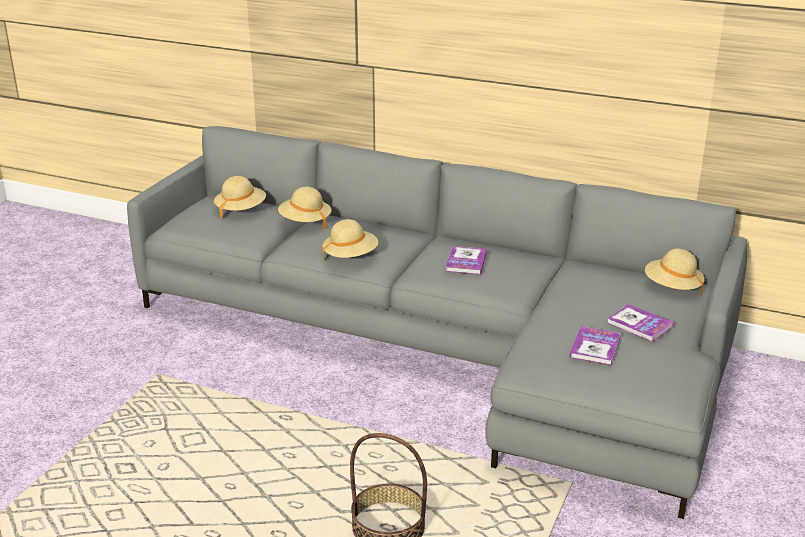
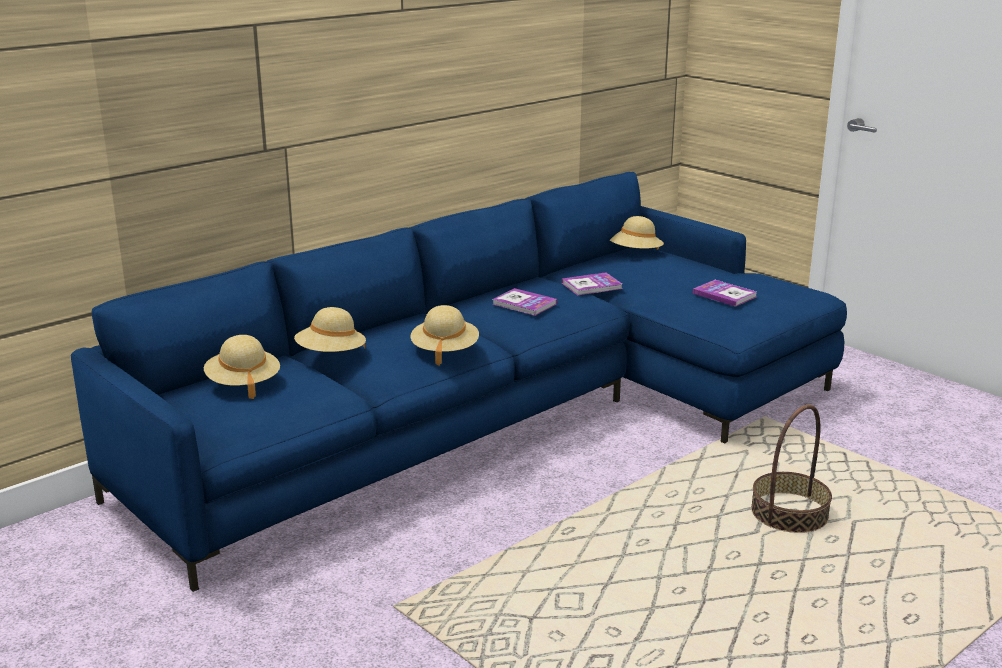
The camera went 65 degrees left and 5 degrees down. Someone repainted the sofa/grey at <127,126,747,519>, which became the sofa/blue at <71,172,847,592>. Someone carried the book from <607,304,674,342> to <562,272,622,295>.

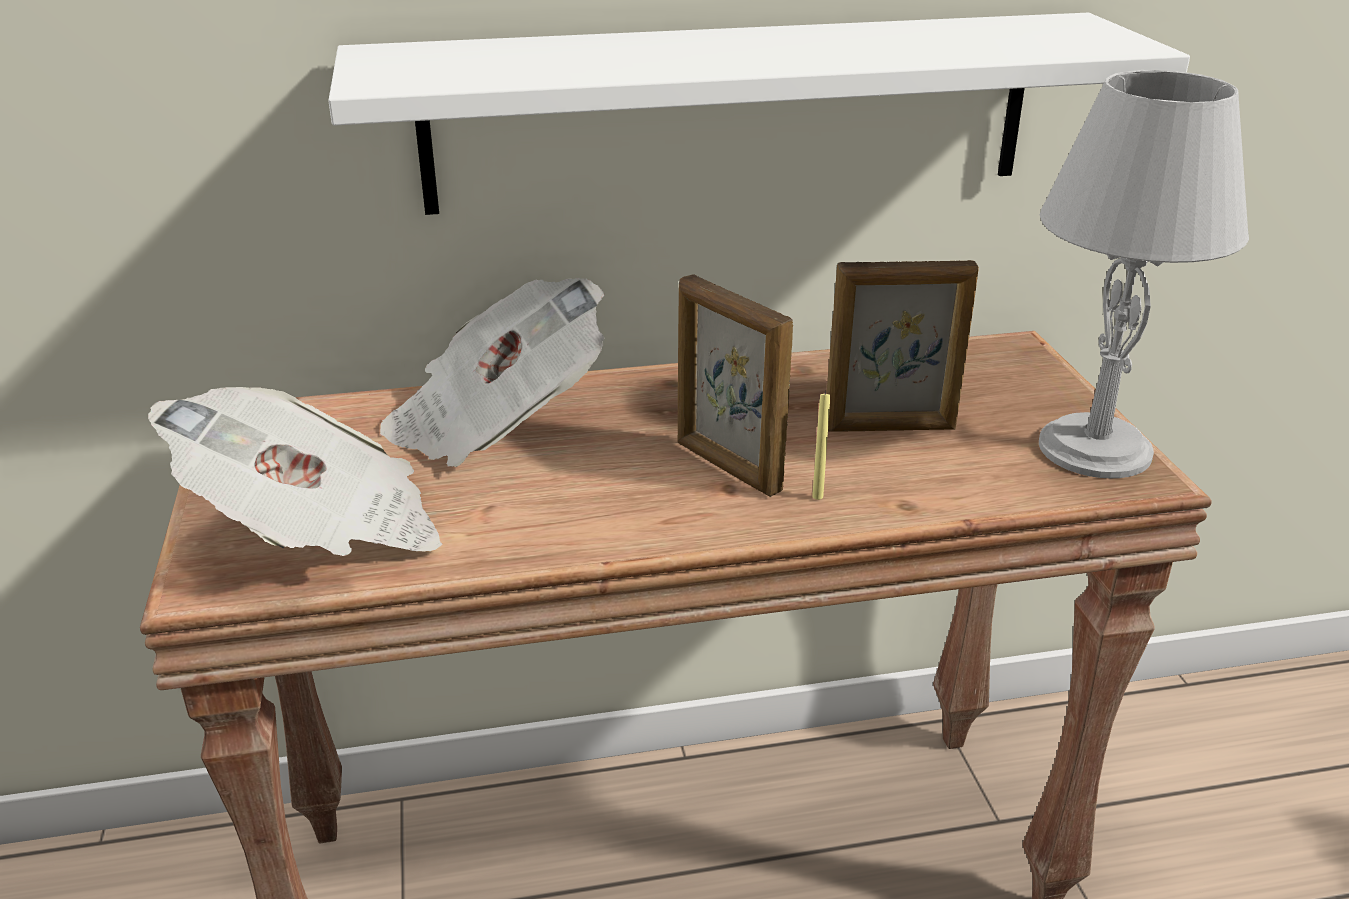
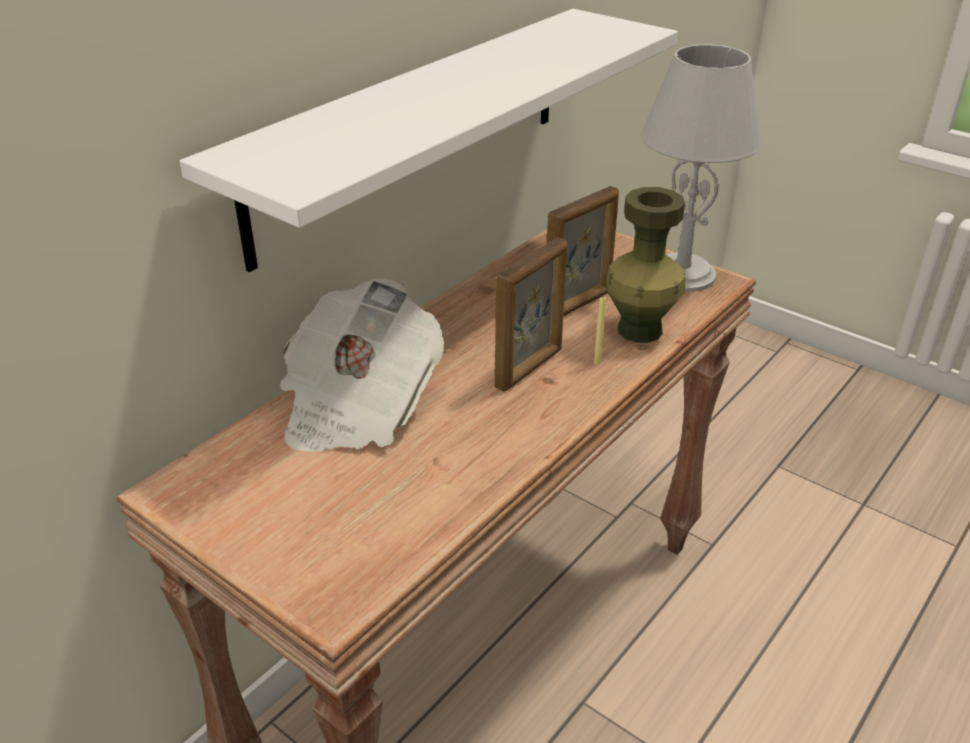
The camera went 40 degrees left and 5 degrees up. Someone rotated the picture frame at <677,274,793,497> by 60 degrees counterclockwise. Someone put down the vase/green at <606,187,685,343>. Someone took away the newspaper at <148,387,443,556>.

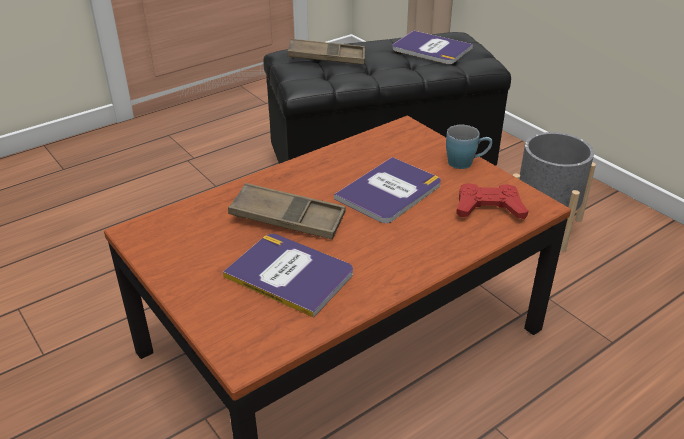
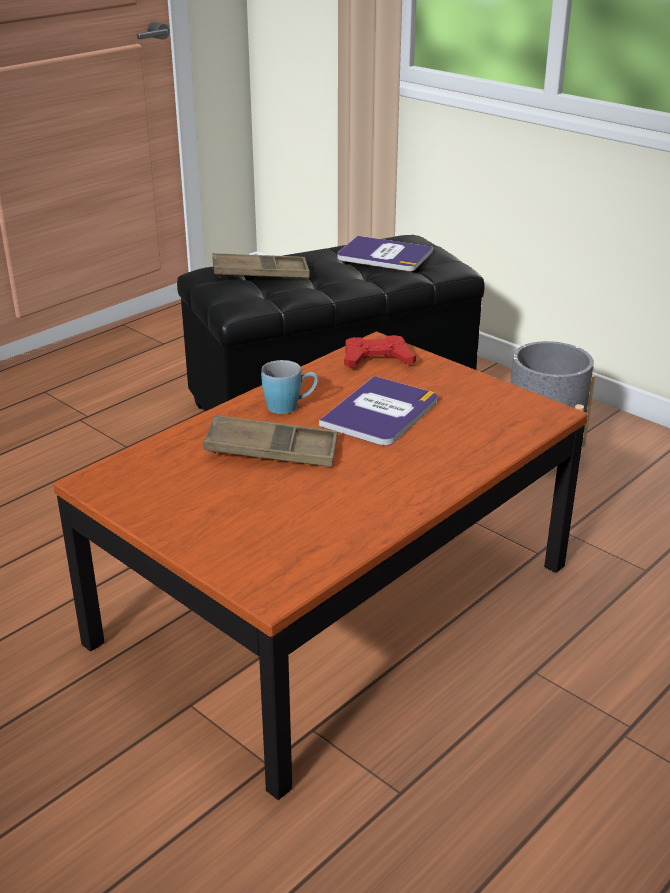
The camera went 10 degrees left and 5 degrees down. Someone carried the mug/blue from <446,125,492,169> to <261,360,318,414>. Someone carried the game controller/red from <456,183,528,219> to <344,335,416,367>. Someone took away the book at <223,234,353,318>.

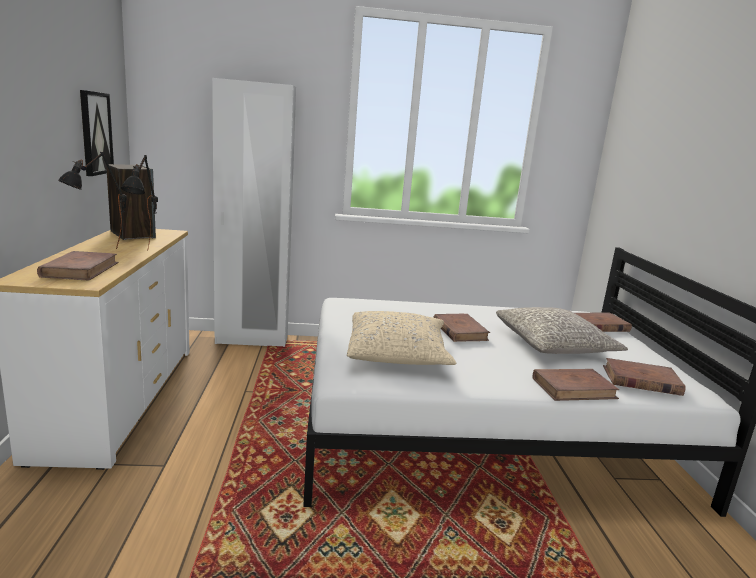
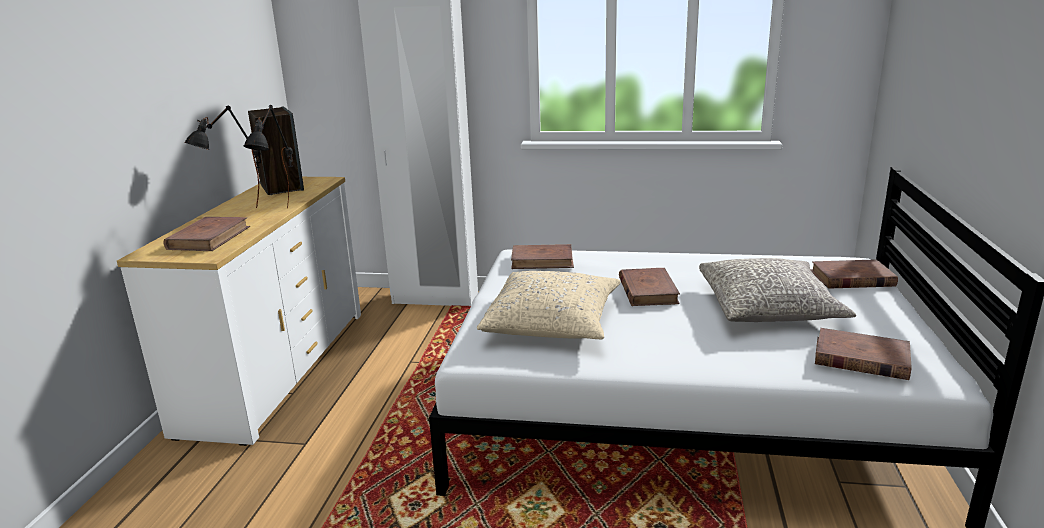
The camera went 15 degrees right and 5 degrees up. Someone carried the book/brown from <533,369,619,401> to <511,244,574,269>. Someone took away the picture at <80,90,114,176>.

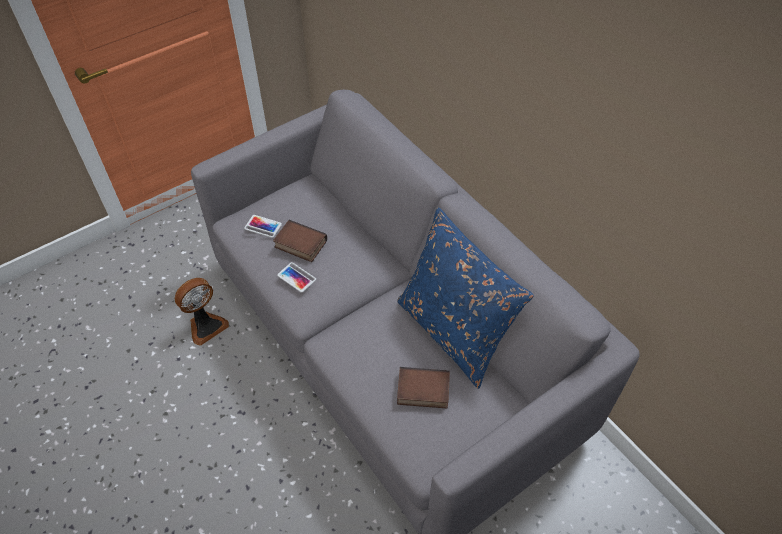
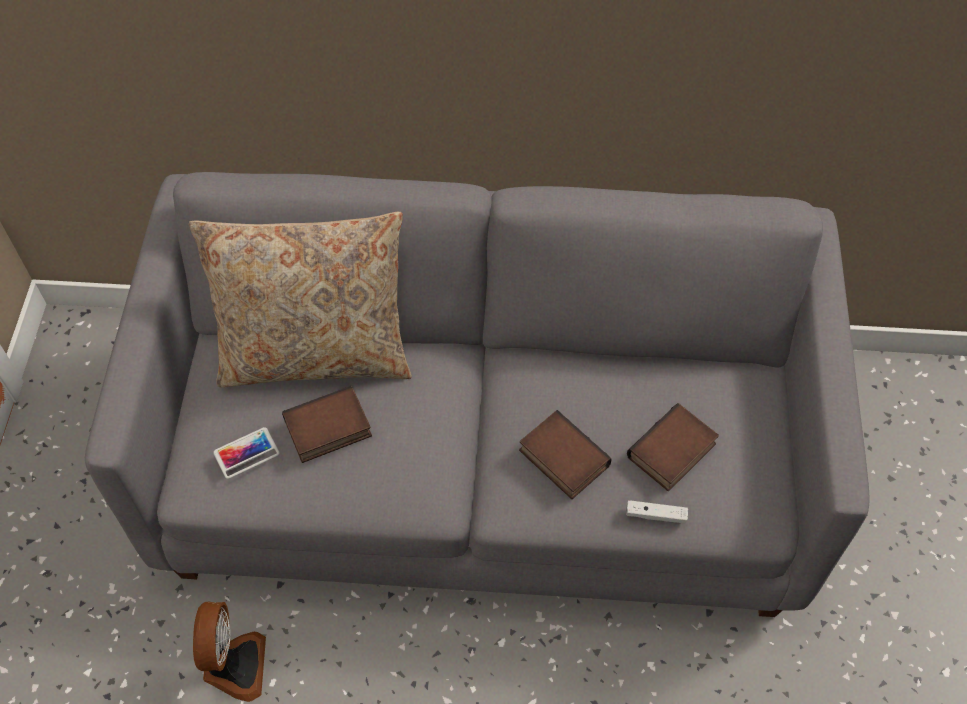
The camera went 50 degrees left and 5 degrees up. Someone put down the pillow/beige at <189,212,412,388>. Someone put down the book at <519,410,612,499>. Someone put down the game controller/white at <626,500,688,524>. Someone took away the phone at <277,262,316,293>. Someone took away the pillow/blue at <397,207,534,389>.

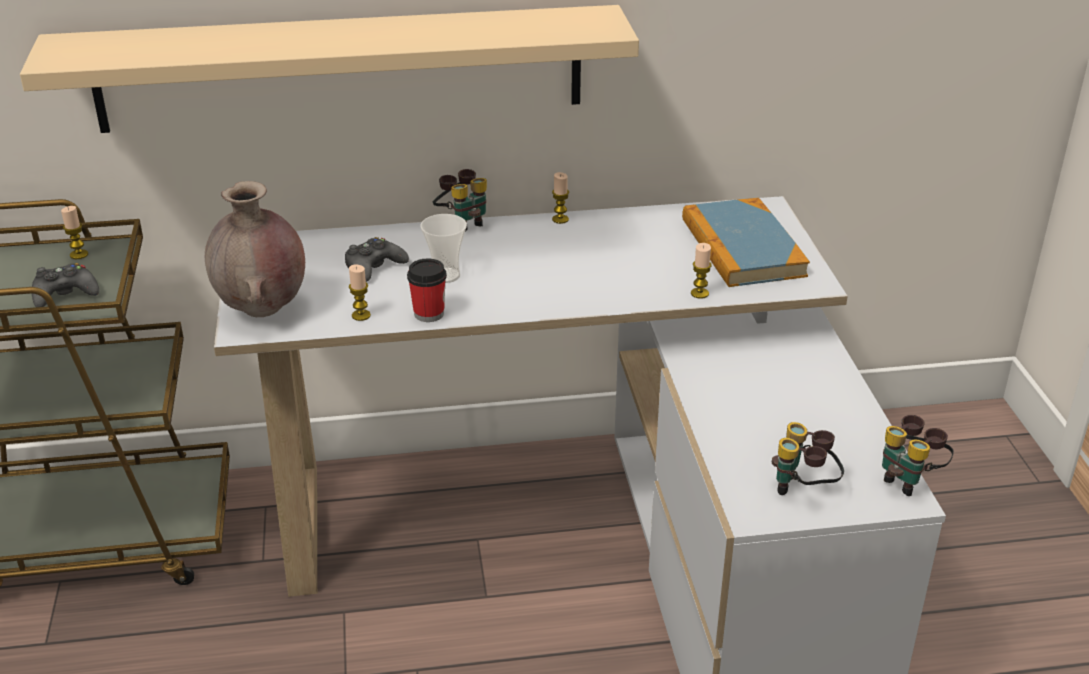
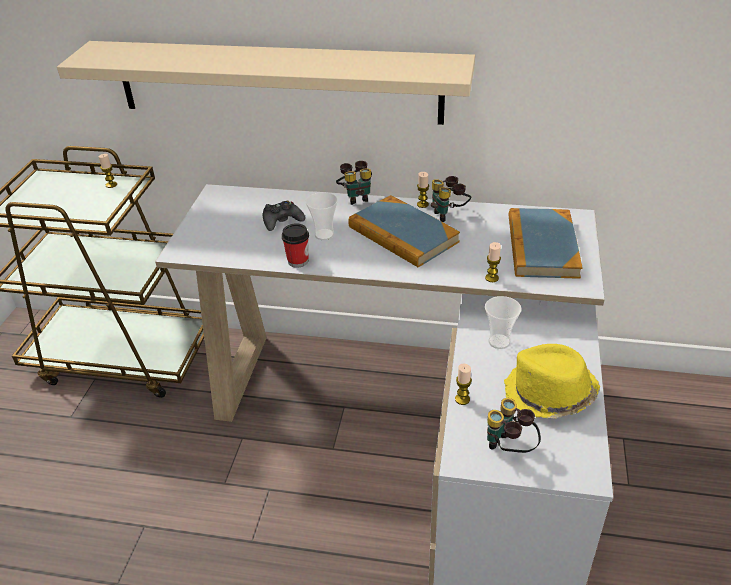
The camera went 20 degrees right and 5 degrees up. Someone put down the book at <348,195,460,268>. Someone carried the binoculars from <882,415,954,496> to <431,176,472,222>. Someone carried the candle from <349,265,371,321> to <455,364,472,405>. Someone put down the cup at <485,296,522,349>. Someone put down the hat/yellow at <504,344,600,418>. Someone took away the game controller/black at <32,263,99,307>. Someone took away the vase/brown at <205,181,305,317>.

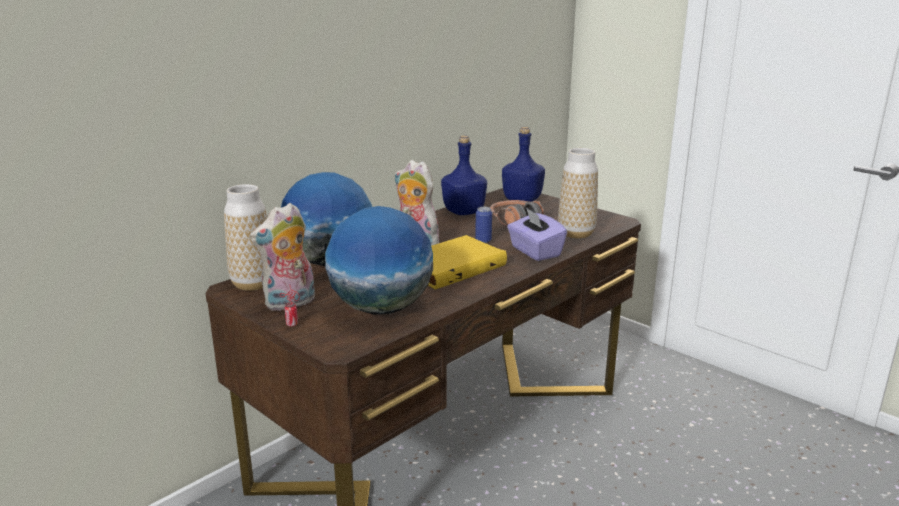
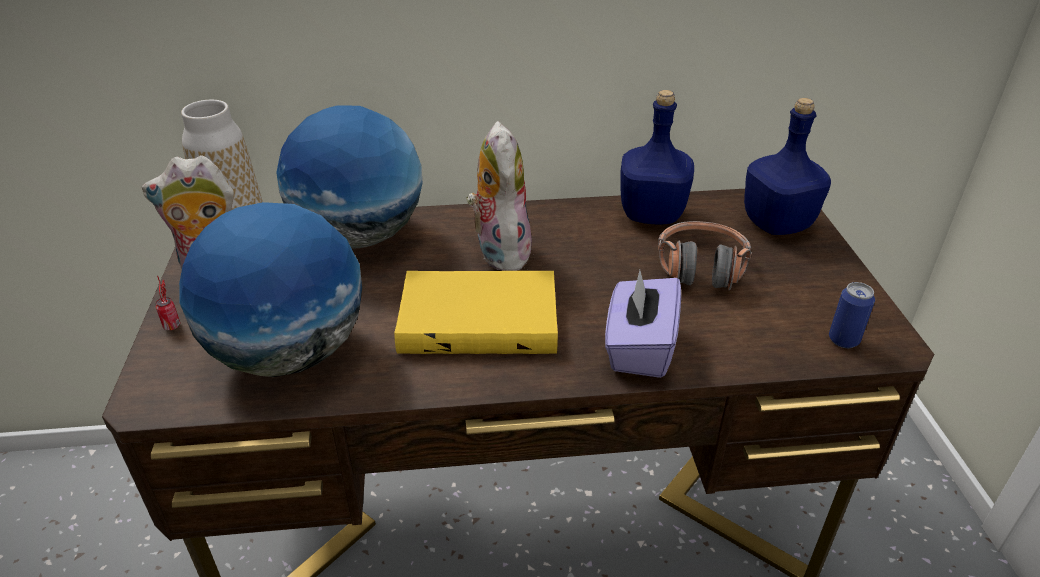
The camera went 40 degrees right and 15 degrees up. Someone carried the can from <475,207,492,243> to <829,282,875,348>. Someone took away the vase at <558,148,598,239>.

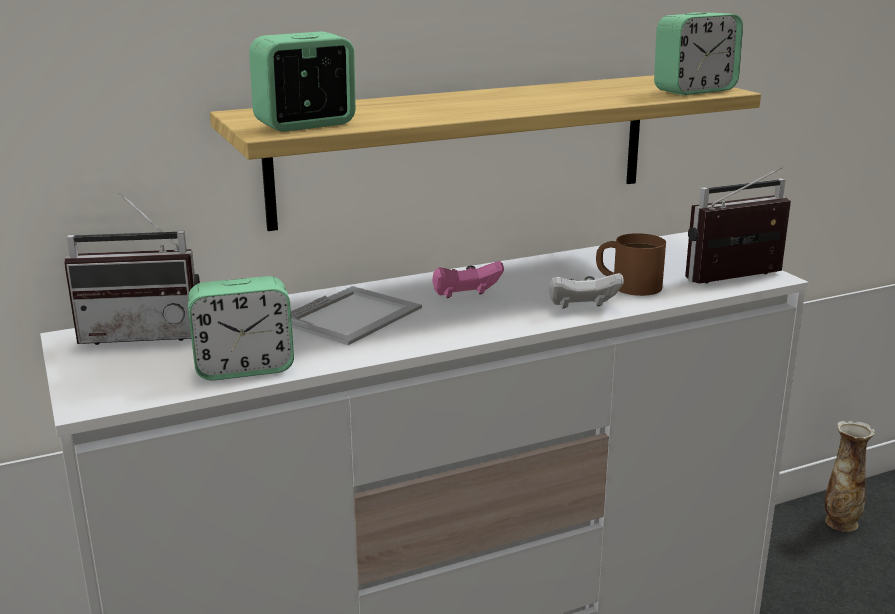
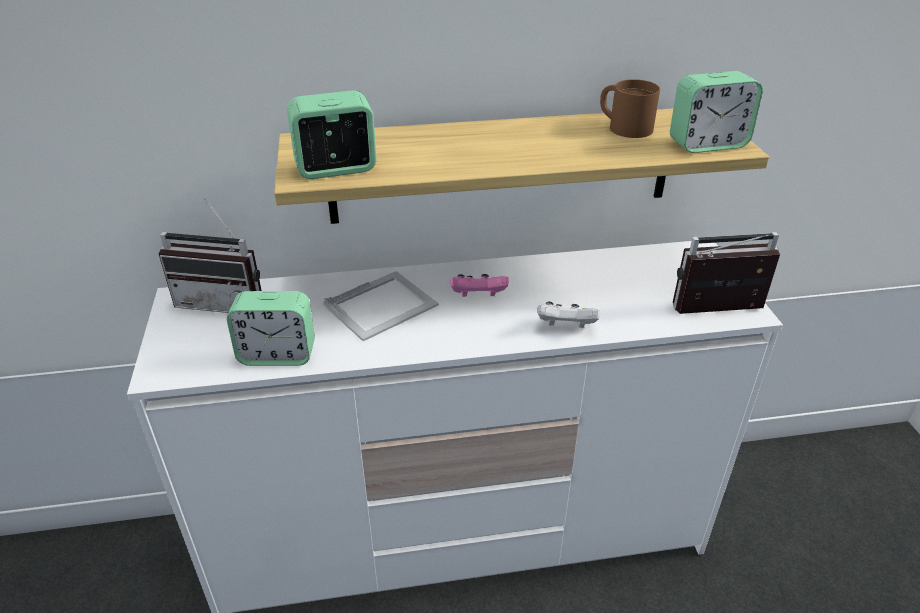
The camera went 15 degrees right and 15 degrees up. Someone carried the mug/brown from <596,233,666,296> to <600,79,660,138>. Someone took away the vase at <825,421,875,532>.

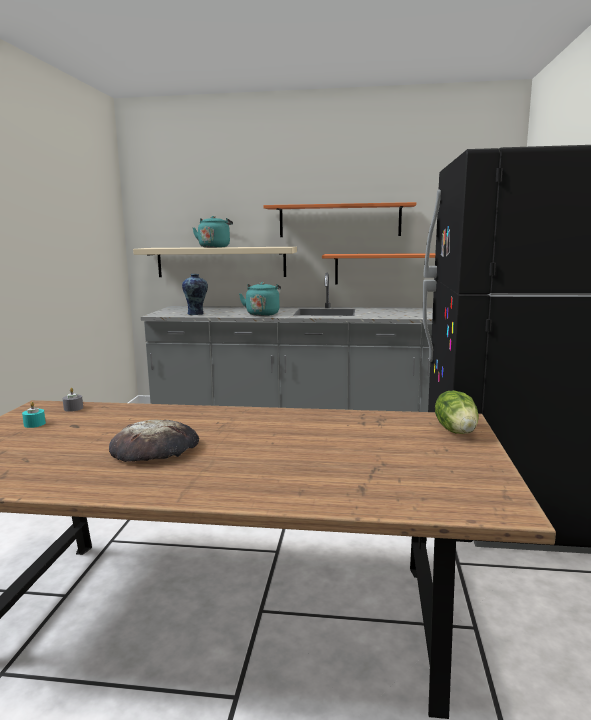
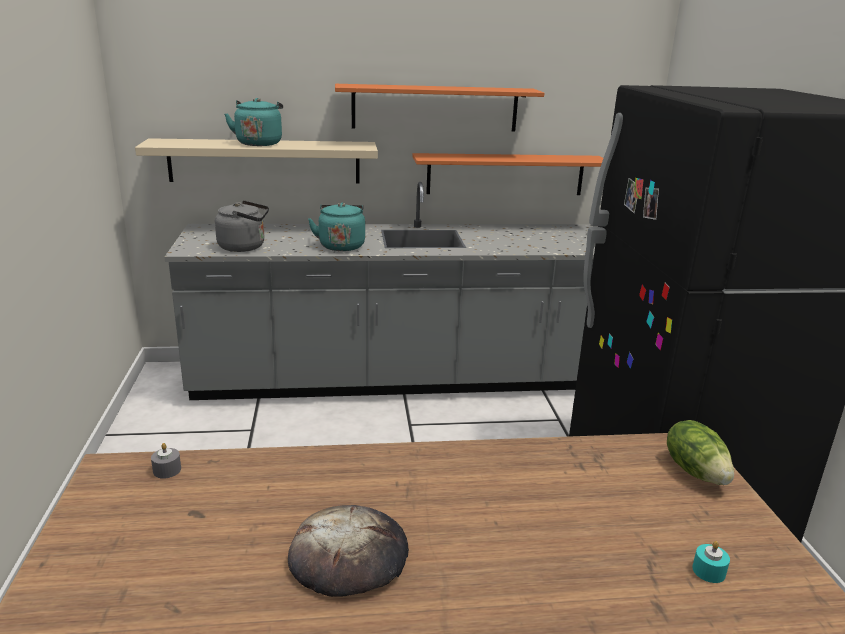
The camera went 15 degrees left and 10 degrees up. Someone swapped the vase at <182,274,208,315> for the kettle/grey at <215,200,269,252>. Someone carried the candle/turquoise from <22,402,46,428> to <692,541,730,583>.

